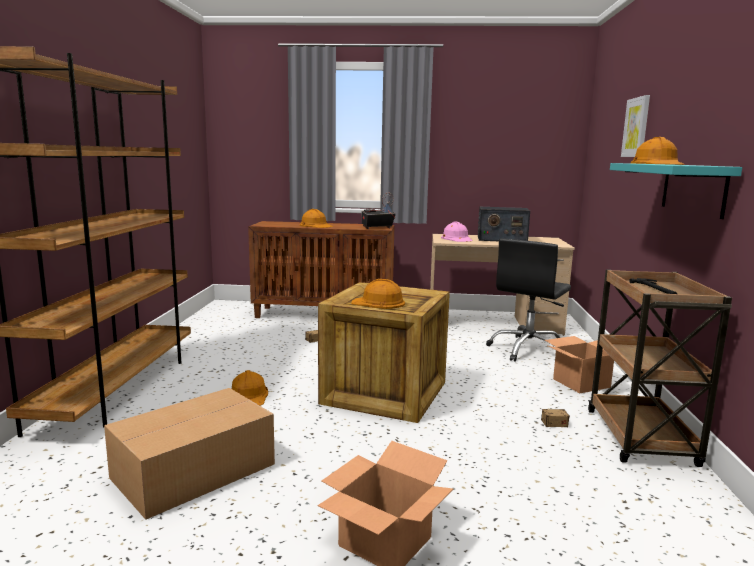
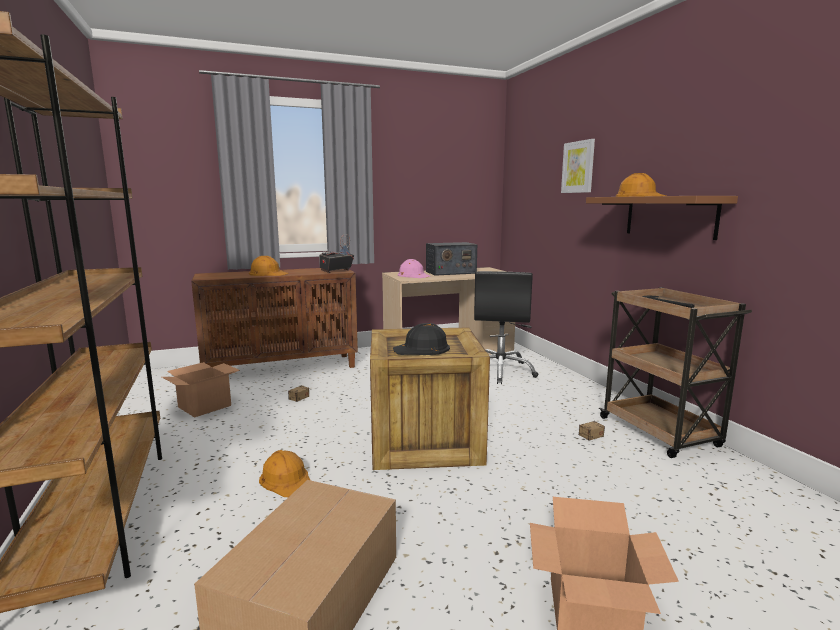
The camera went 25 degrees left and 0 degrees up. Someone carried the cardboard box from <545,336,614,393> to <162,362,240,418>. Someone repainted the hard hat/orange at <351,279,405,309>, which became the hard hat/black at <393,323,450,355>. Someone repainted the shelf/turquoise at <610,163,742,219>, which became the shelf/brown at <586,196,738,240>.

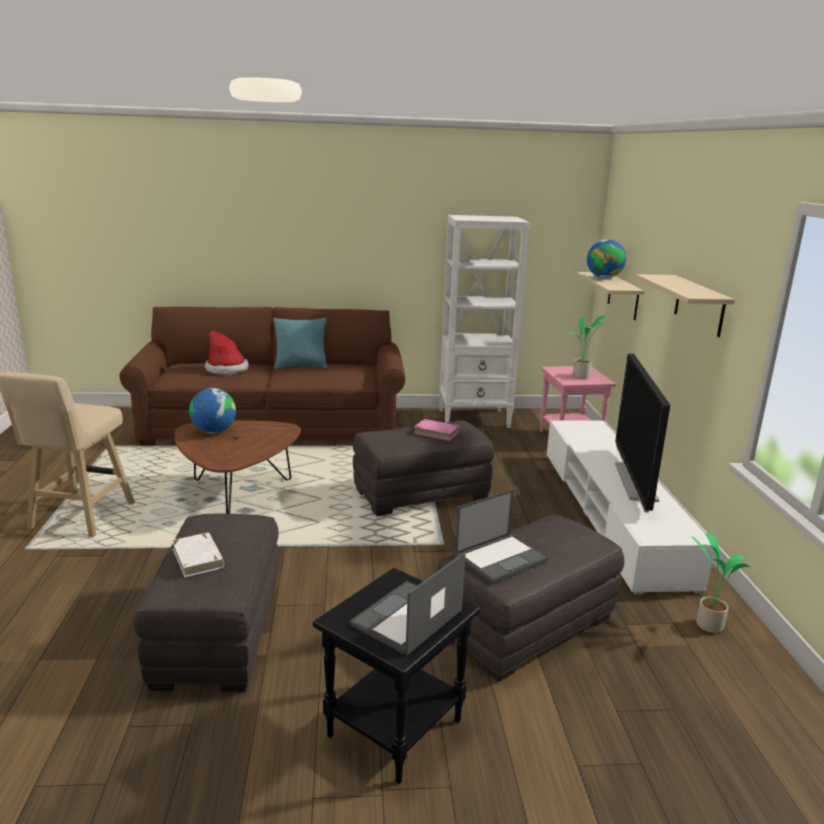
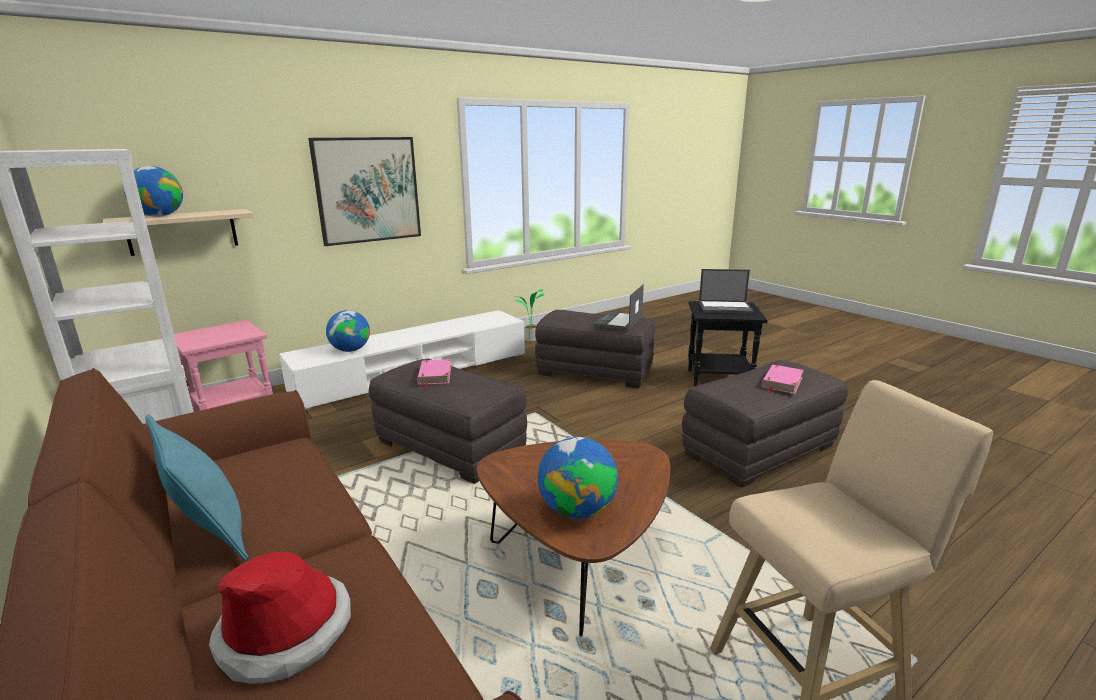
The camera went 120 degrees left and 0 degrees up. Someone swapped the shelf/beige at <635,274,735,337> for the picture at <308,137,421,246>. Someone put down the globe at <326,310,370,352>. Someone rotated the laptop at <454,489,549,584> by 90 degrees counterclockwise. Someone repainted the book/white at <172,532,224,577>, which became the book/pink at <762,364,804,394>. Someone took away the potted plant at <567,315,608,379>. Someone took away the television at <615,353,670,513>.

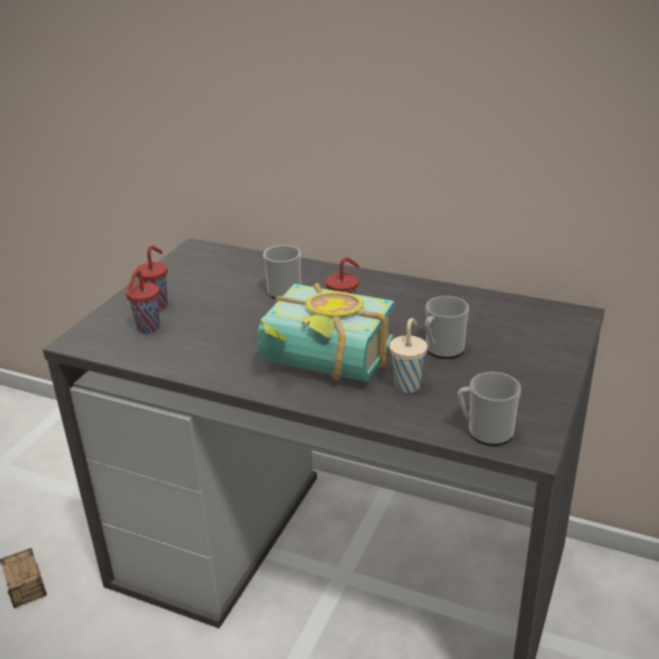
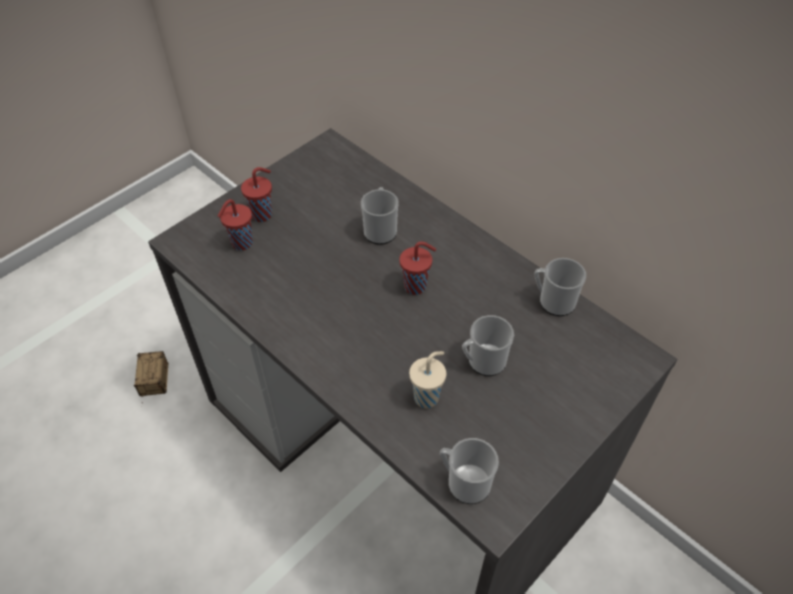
The camera went 20 degrees right and 20 degrees up. Someone put down the mug at <535,258,586,316>. Someone took away the book at <257,283,394,382>.

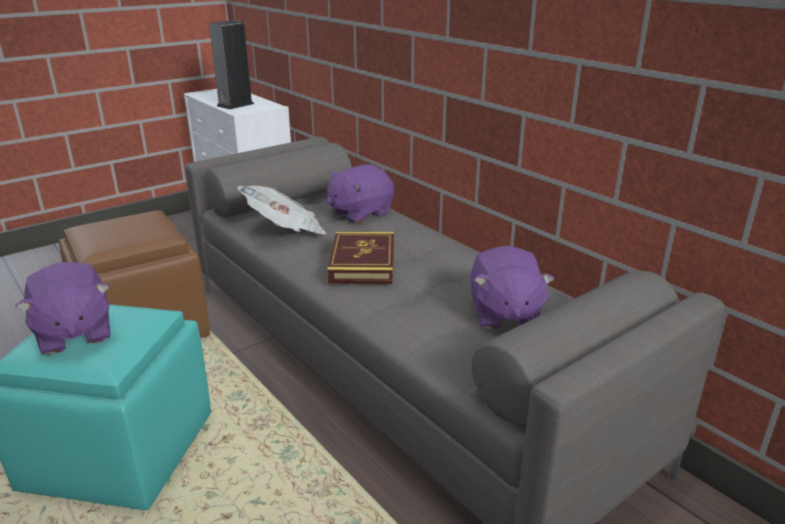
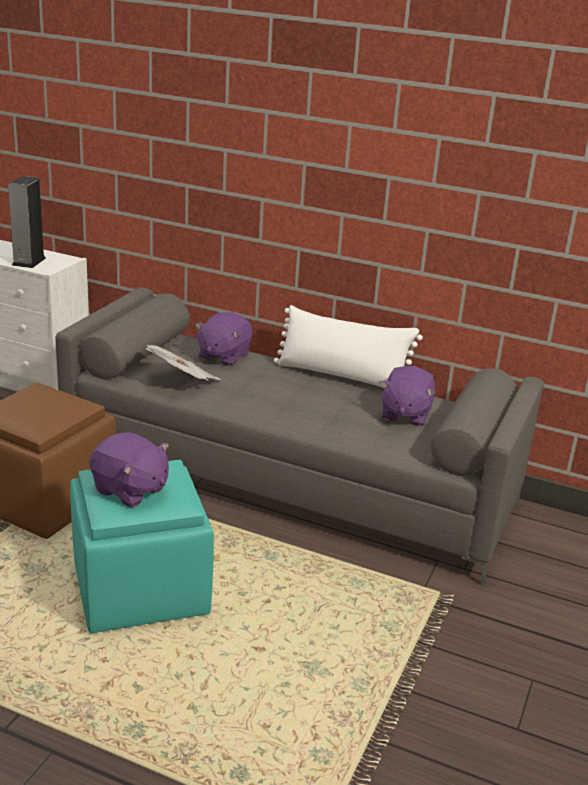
The camera went 30 degrees left and 0 degrees up. Someone put down the pillow/white at <274,305,423,388>. Someone rotated the plush toy/purple at <471,246,554,329> by 45 degrees clockwise. Someone took away the book at <327,232,394,284>.

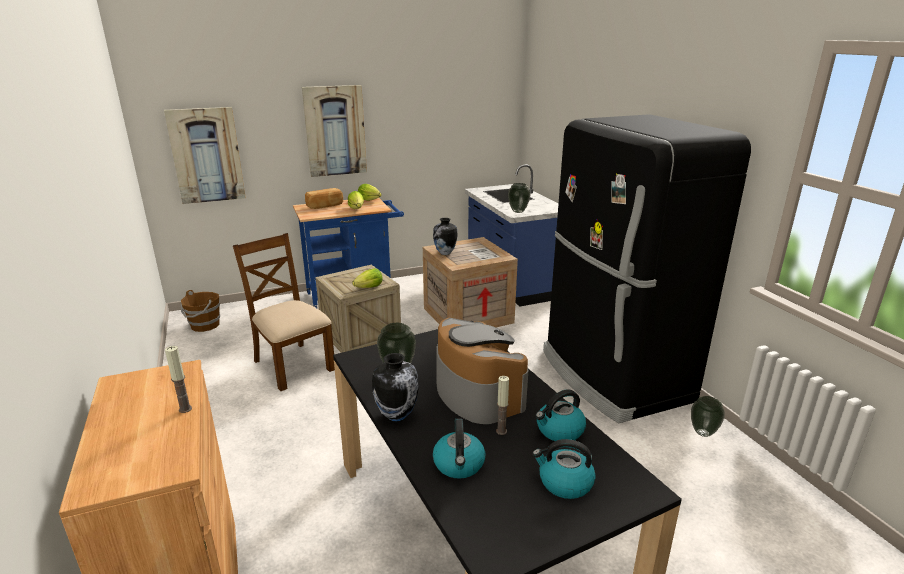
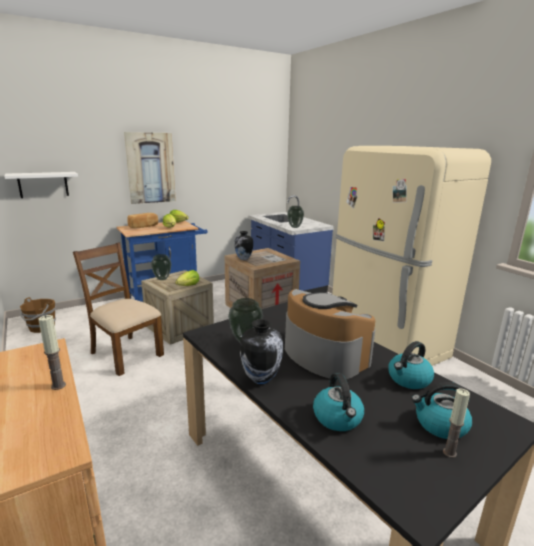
The camera went 10 degrees left and 5 degrees down. Someone swapped the picture at <164,107,246,204> for the shelf/white at <4,172,78,198>. Someone carried the vase from <691,396,725,437> to <151,254,171,280>. Someone repainted the fridge/black at <543,114,751,423>, which became the fridge/beige at <332,146,491,366>. Someone carried the candle from <496,376,509,435> to <443,388,470,458>.

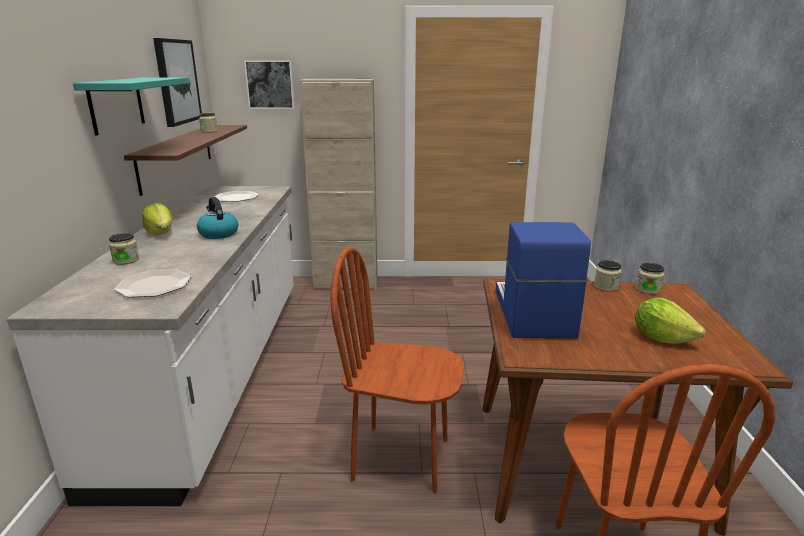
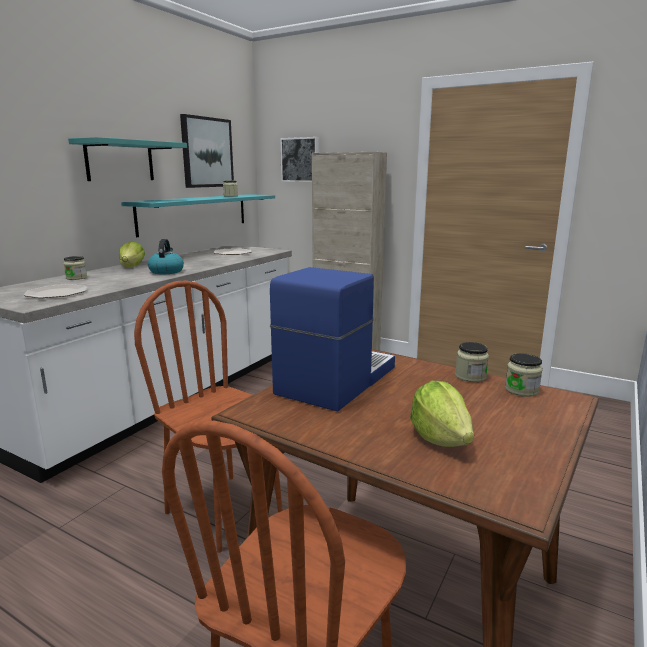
The camera went 30 degrees right and 5 degrees down. Someone repainted the shelf/brown at <124,125,247,196>, which became the shelf/turquoise at <121,194,275,237>.

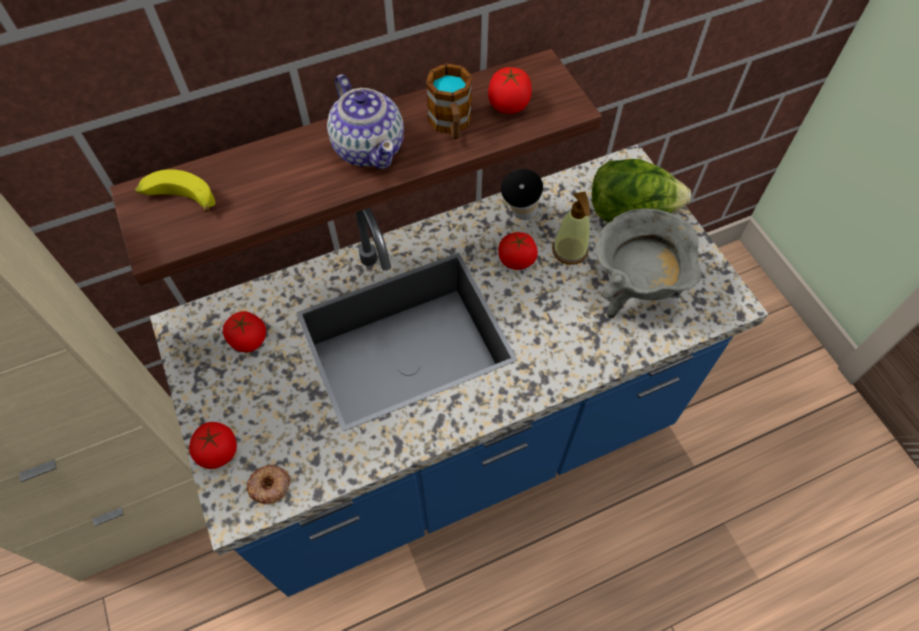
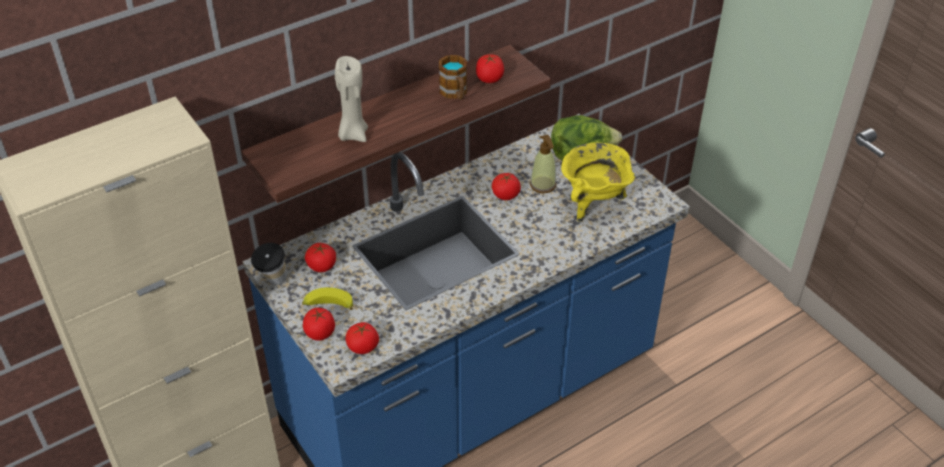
The camera went 10 degrees left and 15 degrees down. Someone carried the cup from <501,169,543,220> to <251,243,288,285>. Someone carried the banana from <135,169,215,212> to <302,287,353,310>. Someone put down the candle/beige at <335,56,368,142>. Someone swapped the donut at <247,465,290,505> for the tomato at <345,322,379,354>. Someone repainted the cooking pot/grey at <596,209,703,318>, which became the cooking pot/yellow at <561,142,636,222>. Someone took away the teapot at <327,74,404,169>.

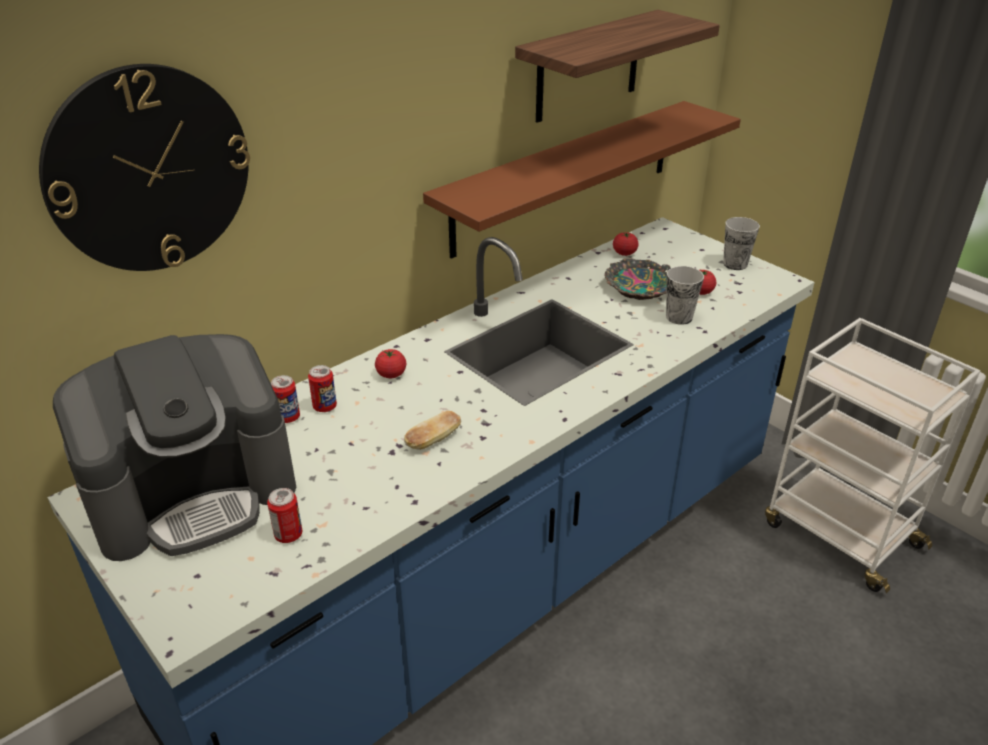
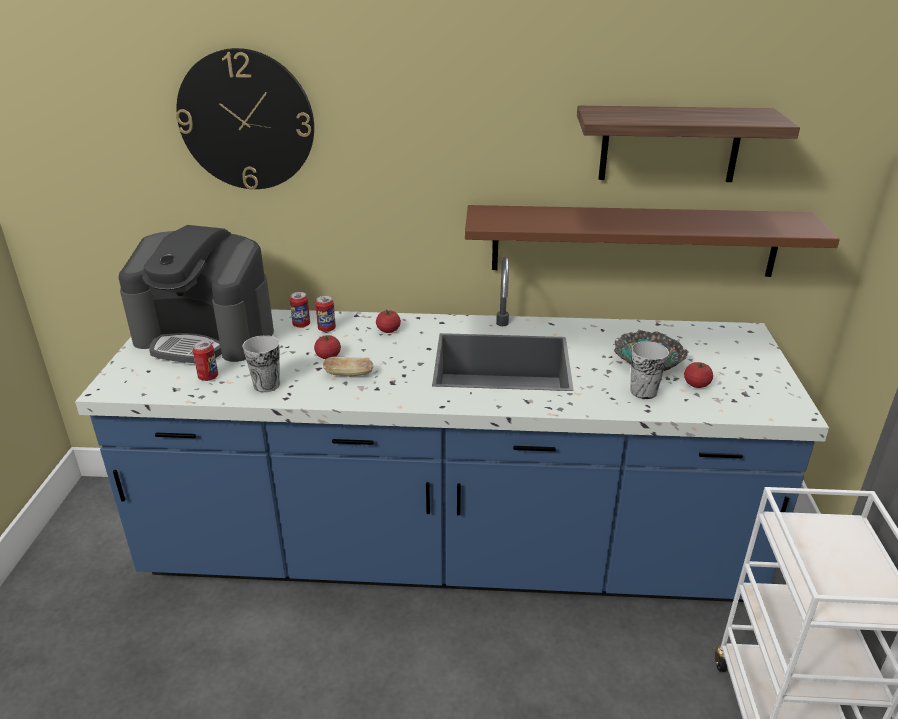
The camera went 45 degrees right and 5 degrees down. Someone carried the cup from <723,217,760,270> to <242,335,280,392>. Someone carried the tomato from <613,232,639,256> to <314,335,341,359>.

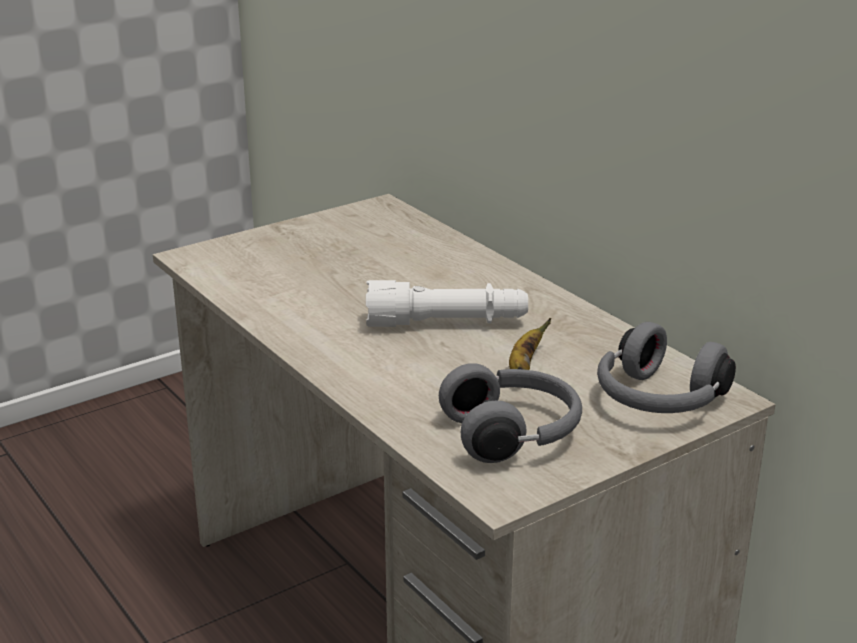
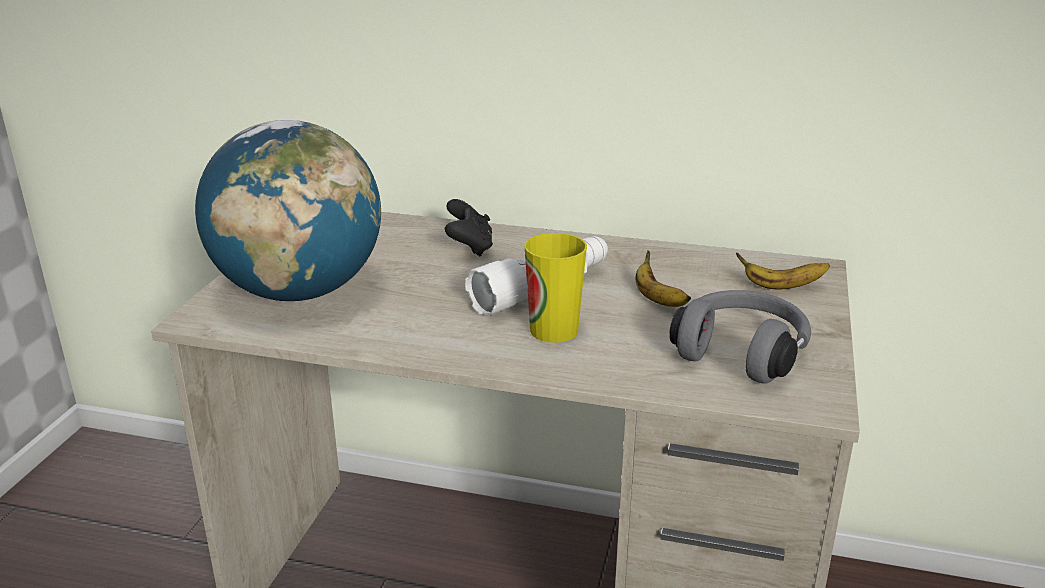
The camera went 40 degrees left and 0 degrees up. Someone put down the globe at <195,120,381,301>. Someone put down the game controller/black at <445,199,493,256>. Someone put down the cup at <524,233,587,343>. Someone swapped the headphones/grey at <597,322,736,413> for the banana at <736,253,830,290>.

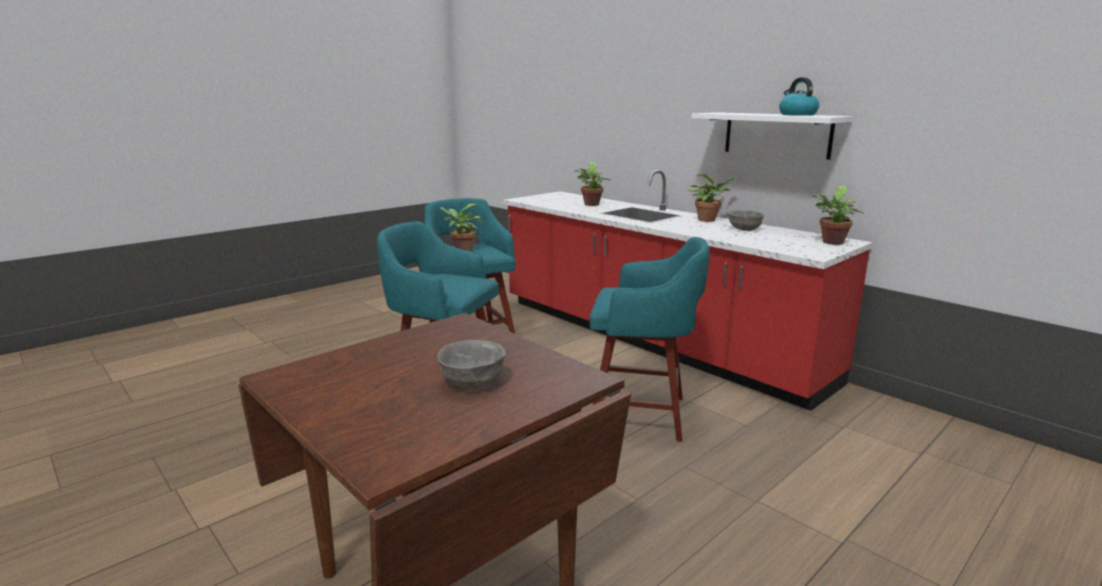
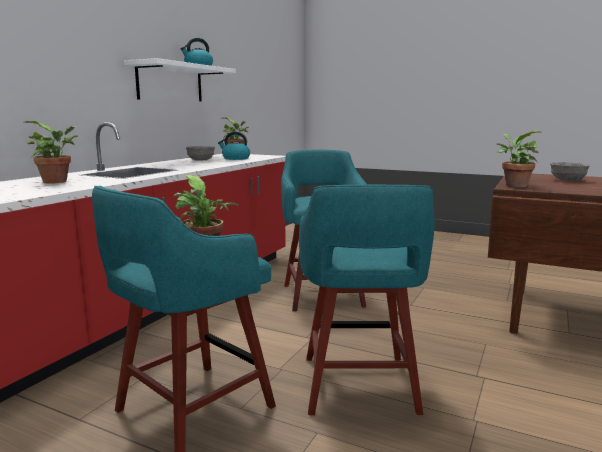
The camera went 110 degrees left and 5 degrees down. Someone put down the kettle at <218,132,250,160>. Someone carried the potted plant from <689,174,737,222> to <496,131,543,187>.

